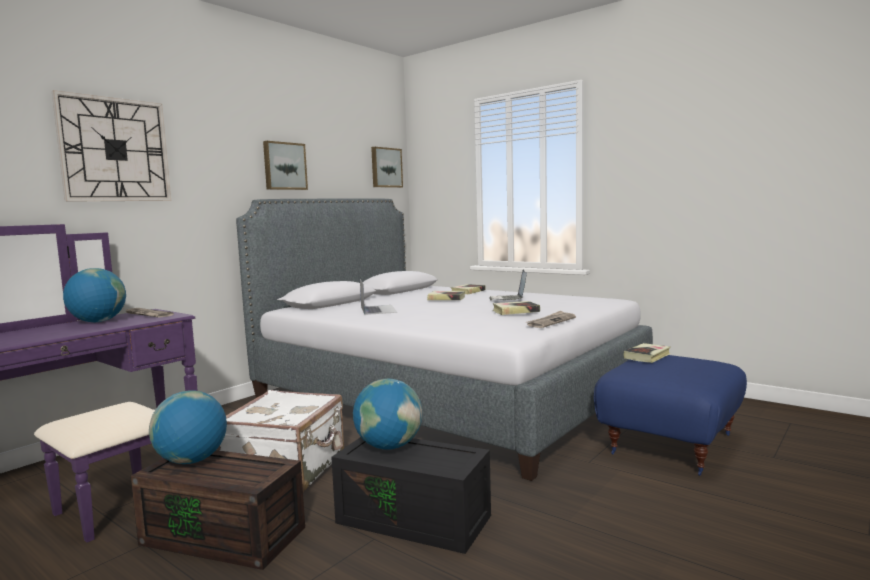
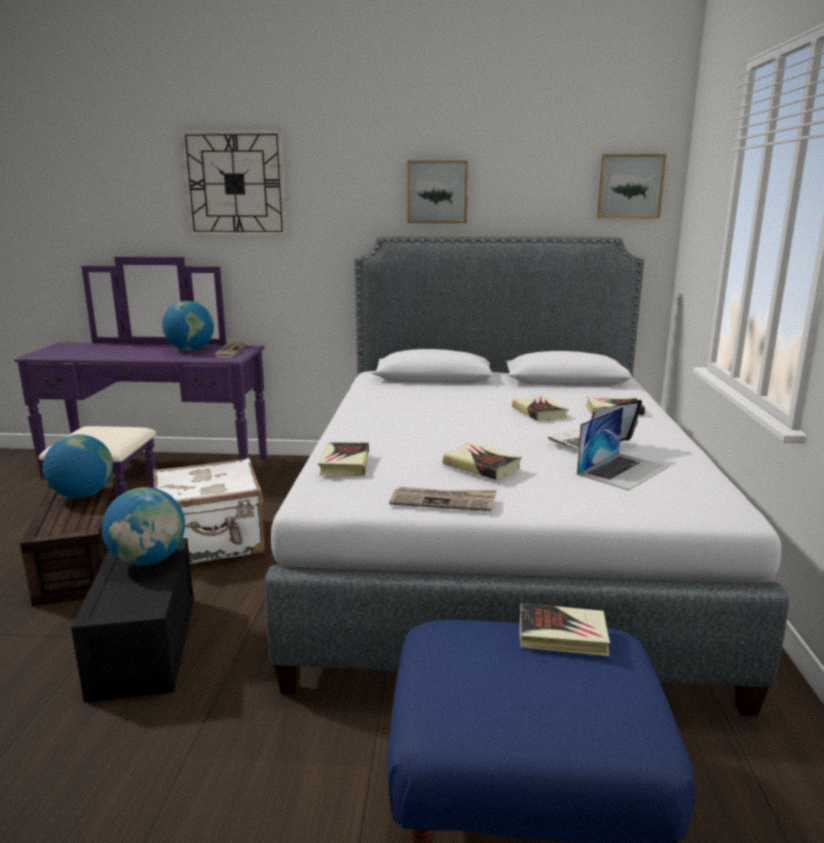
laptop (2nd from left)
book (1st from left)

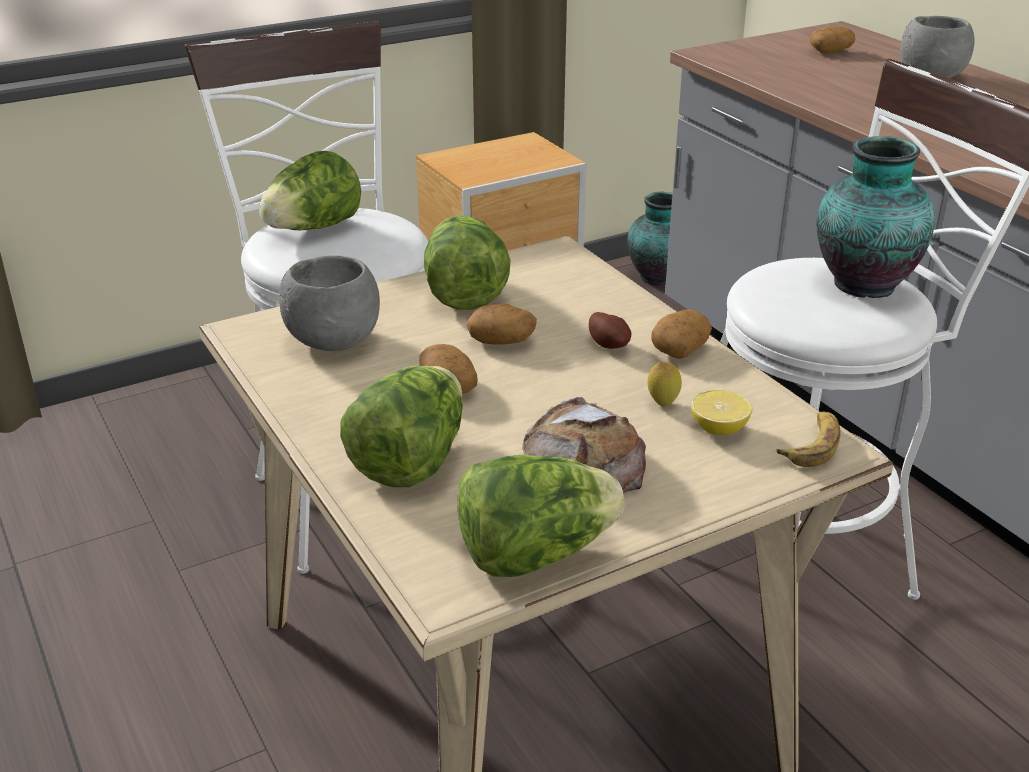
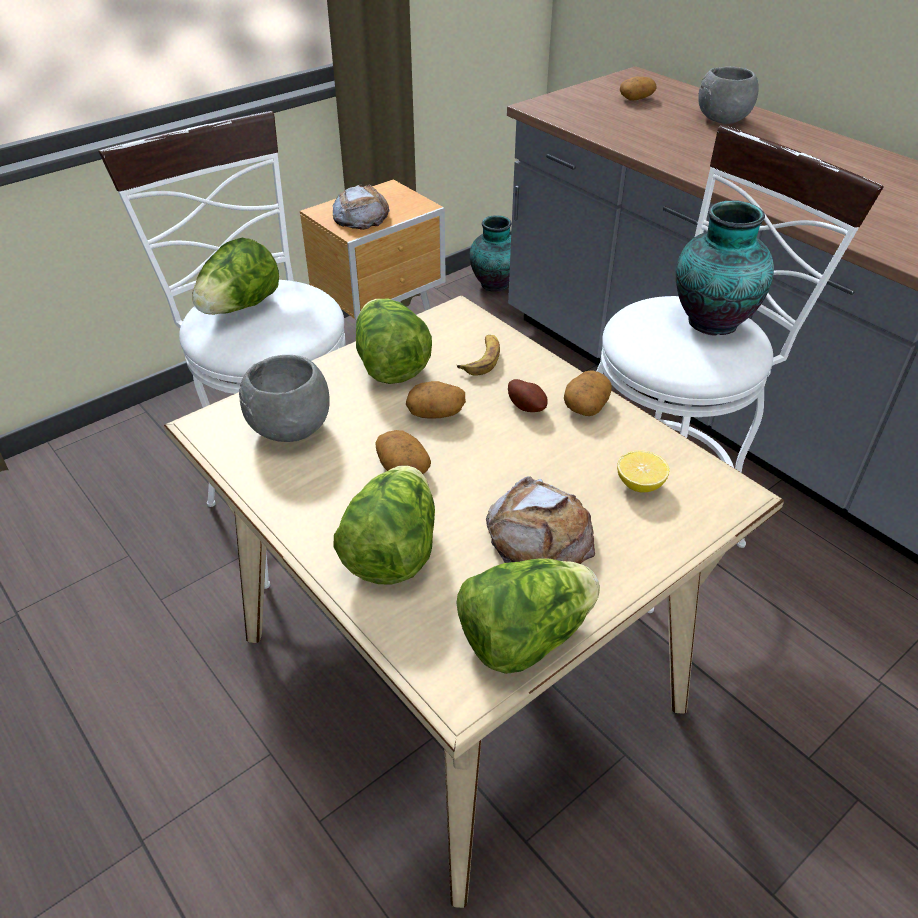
lemon (1st from left in the first image)
banana
bread (1st from left)

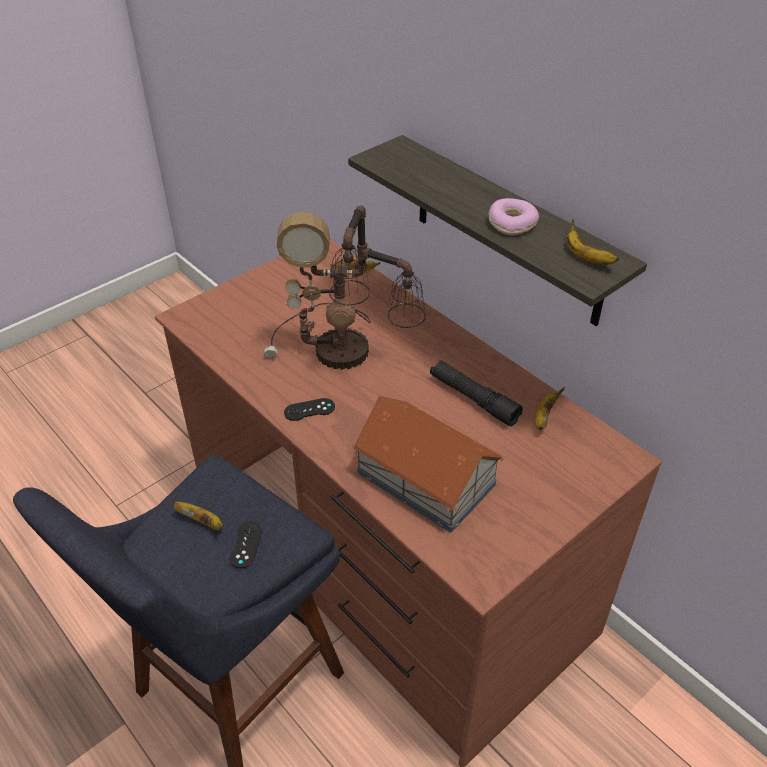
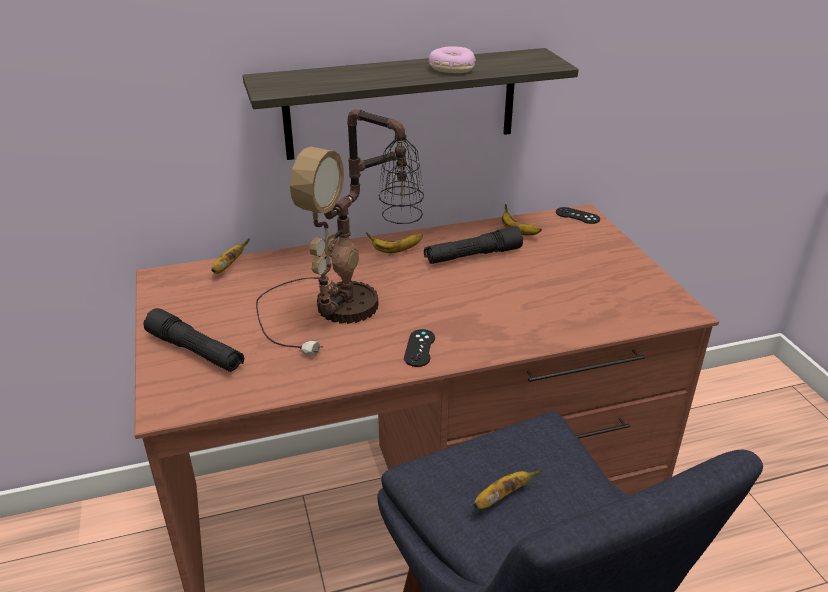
banana (2nd from left)
toy house
game controller (black) (2nd from left)
flashlight (black) (1st from left)

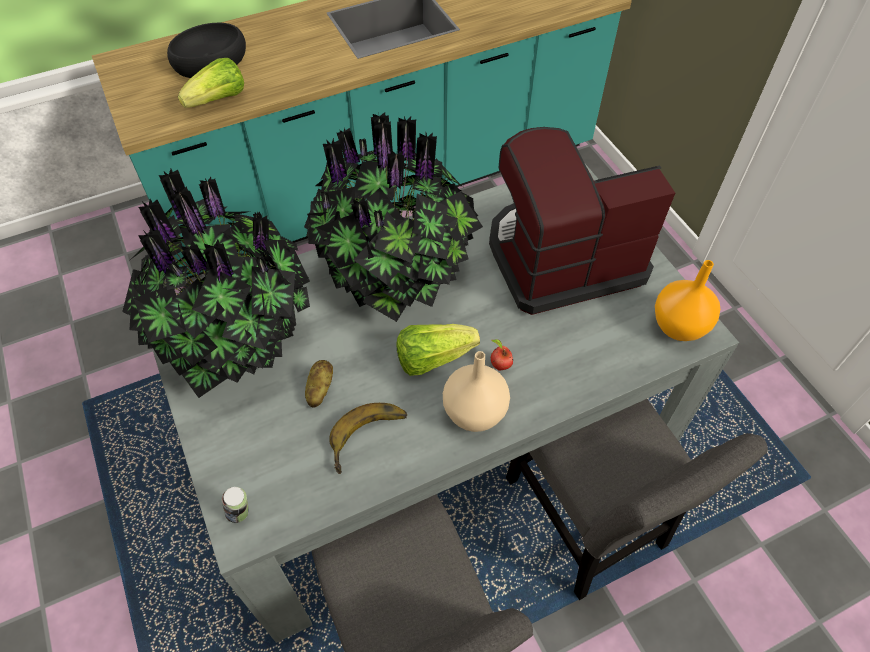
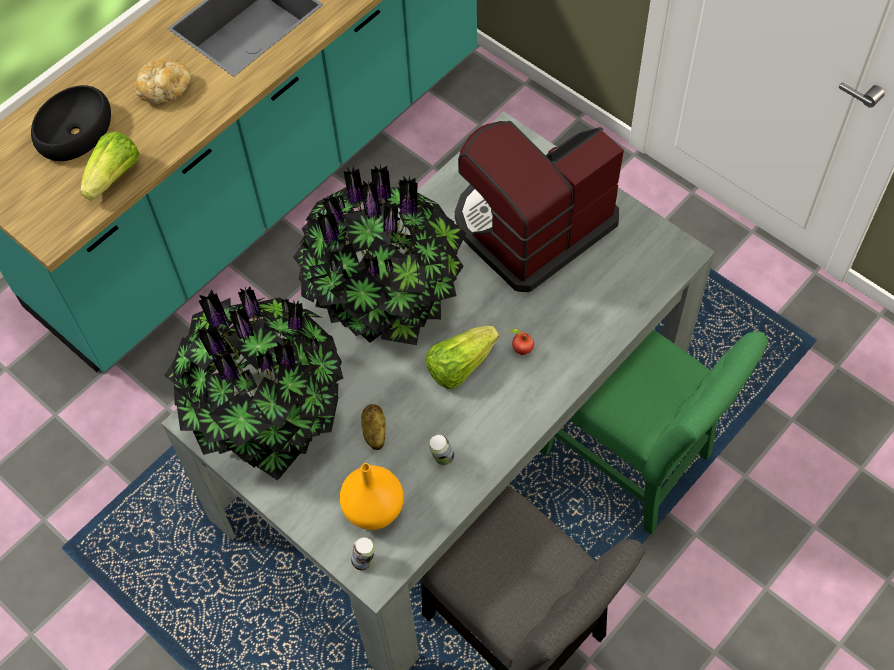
vase (orange)
vase (beige)
chair (green)
can (2nd from left)
bread

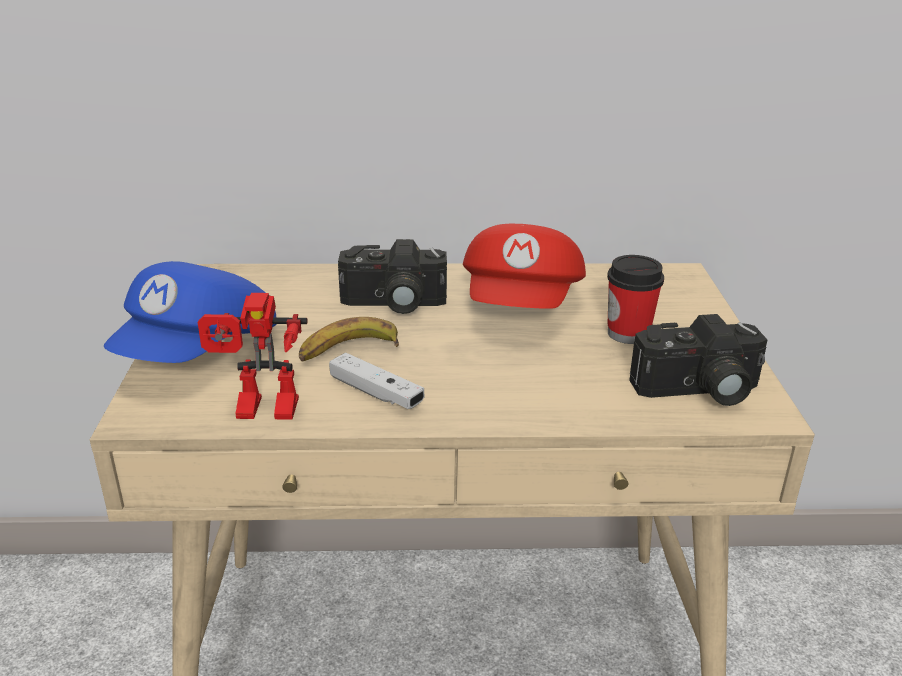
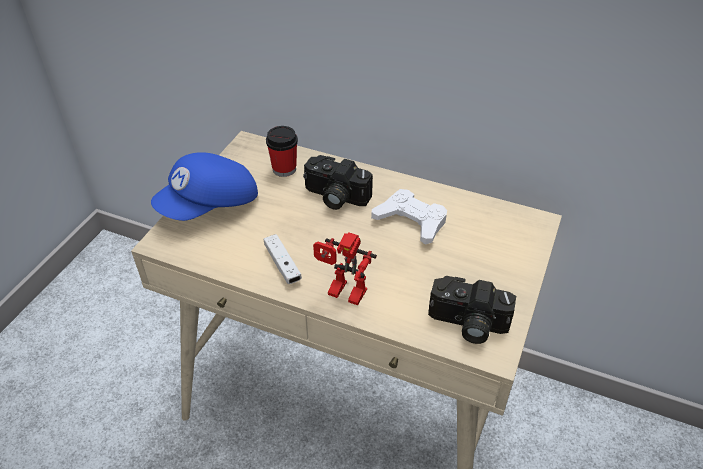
game controller (white) (2nd from left)
cup
toy robot
banana

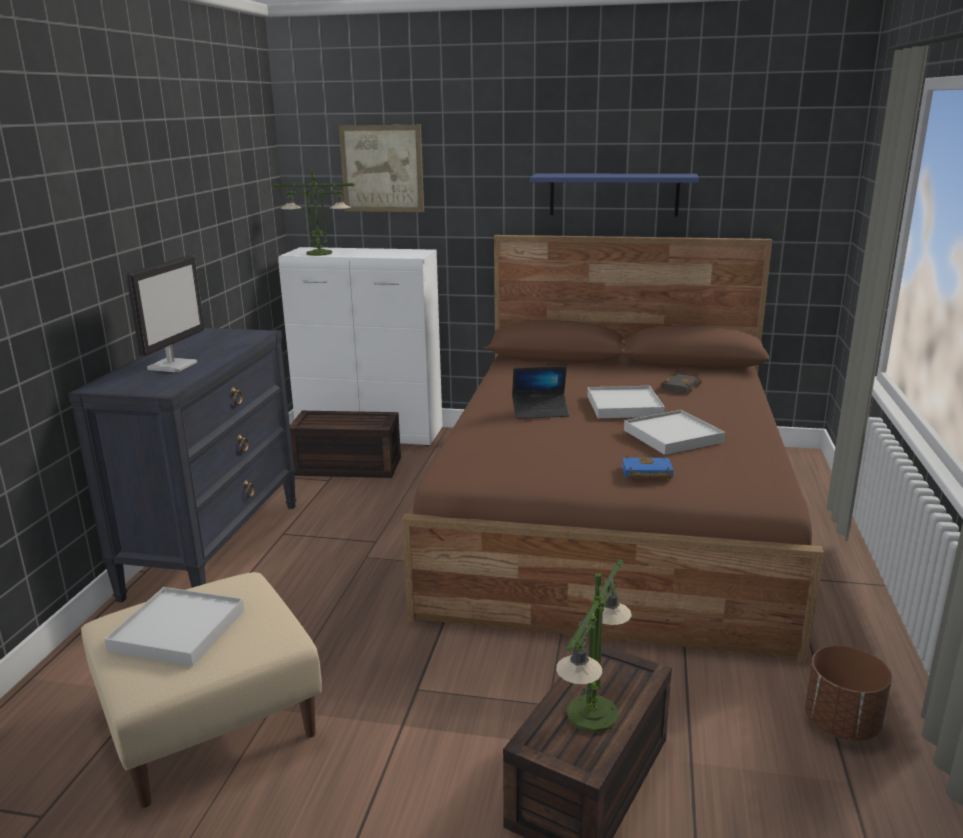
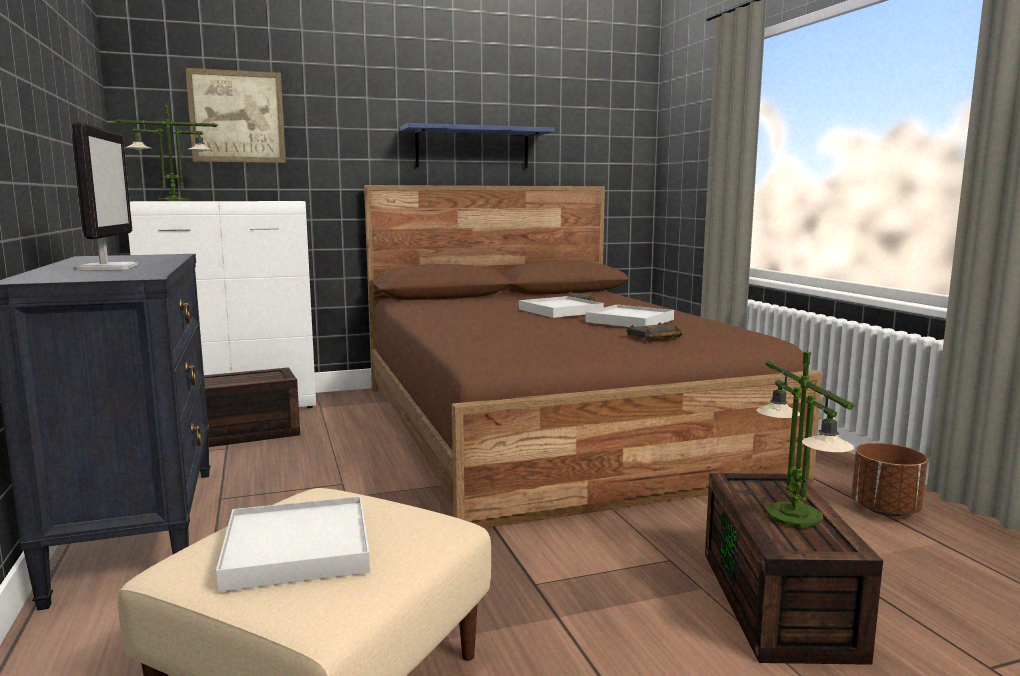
laptop
book (black) (2nd from left)

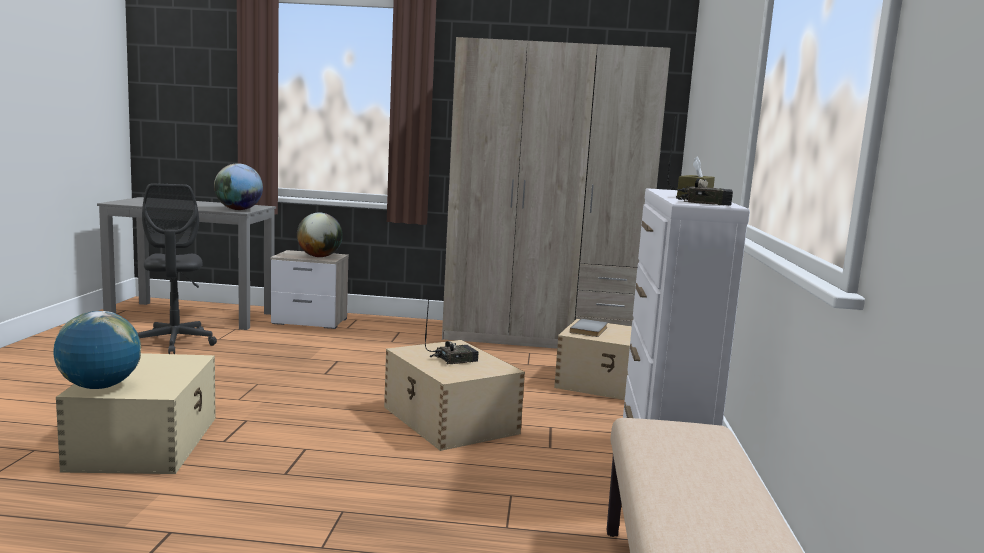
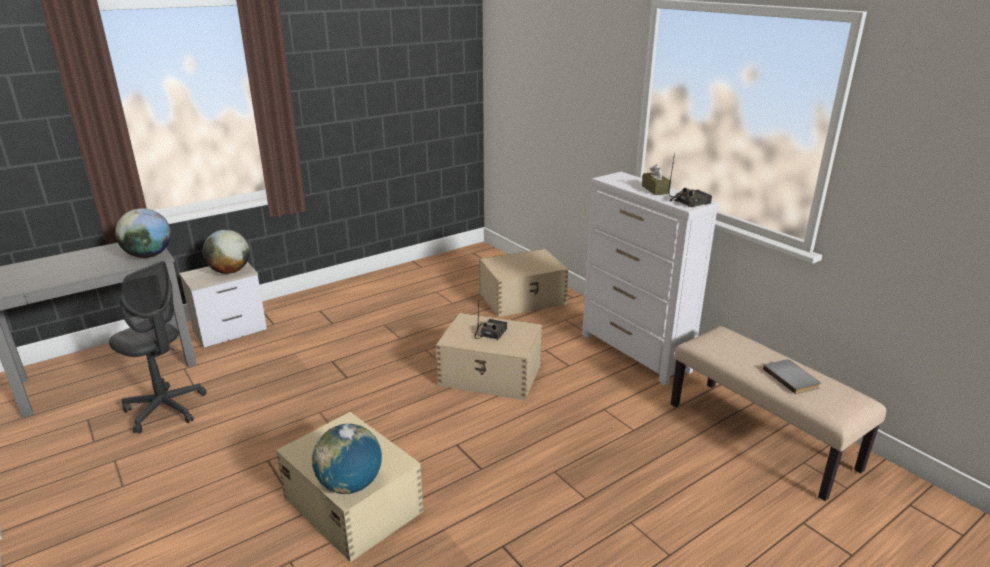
wardrobe (beige)
book (grey)

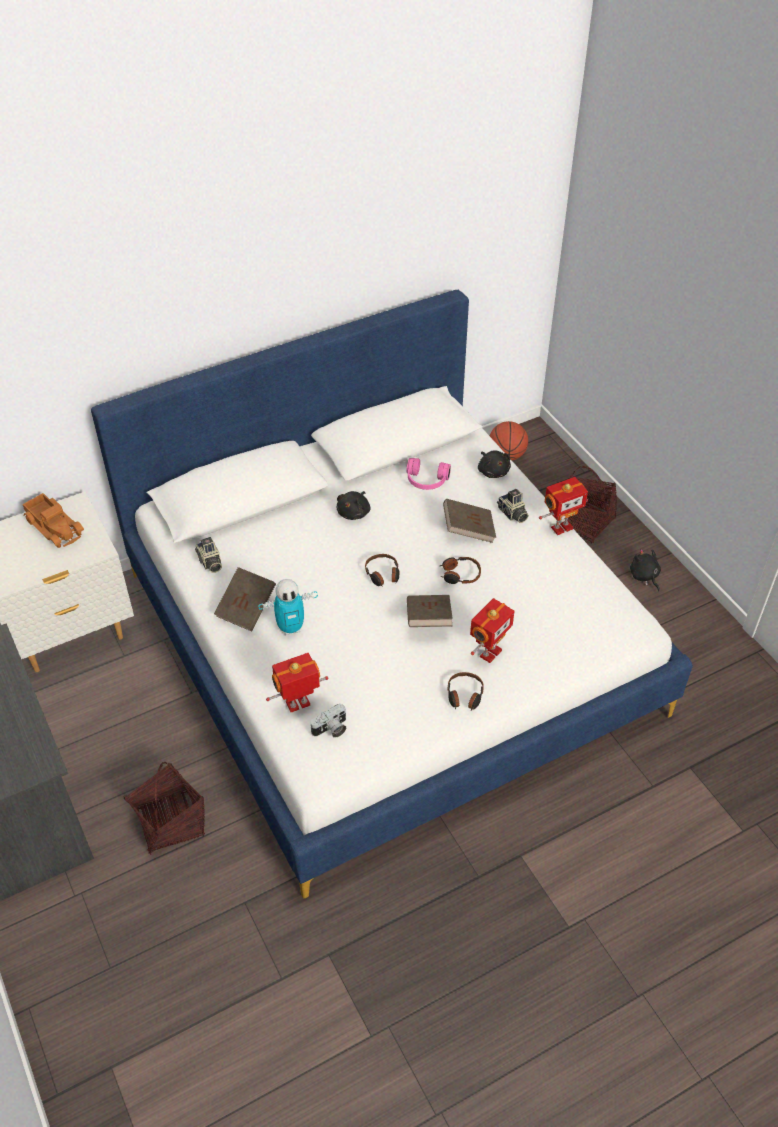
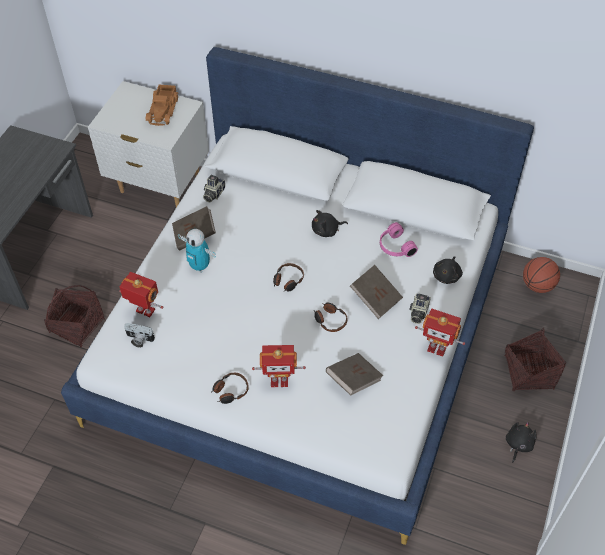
book (brown) (2nd from left)

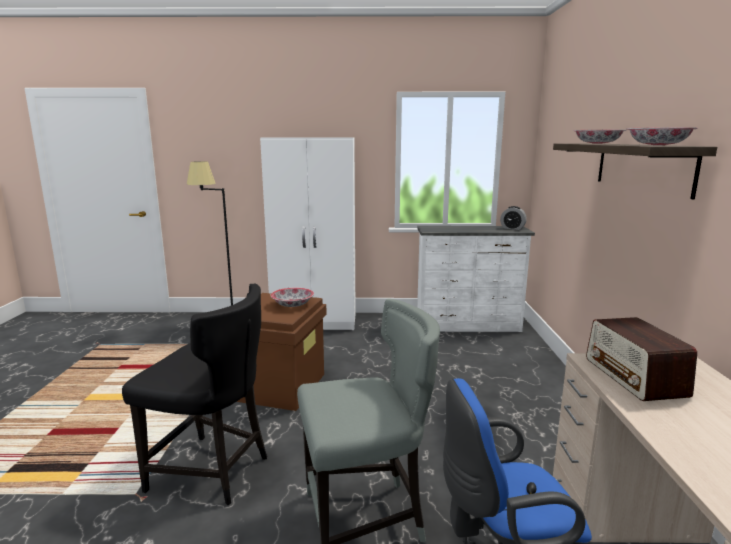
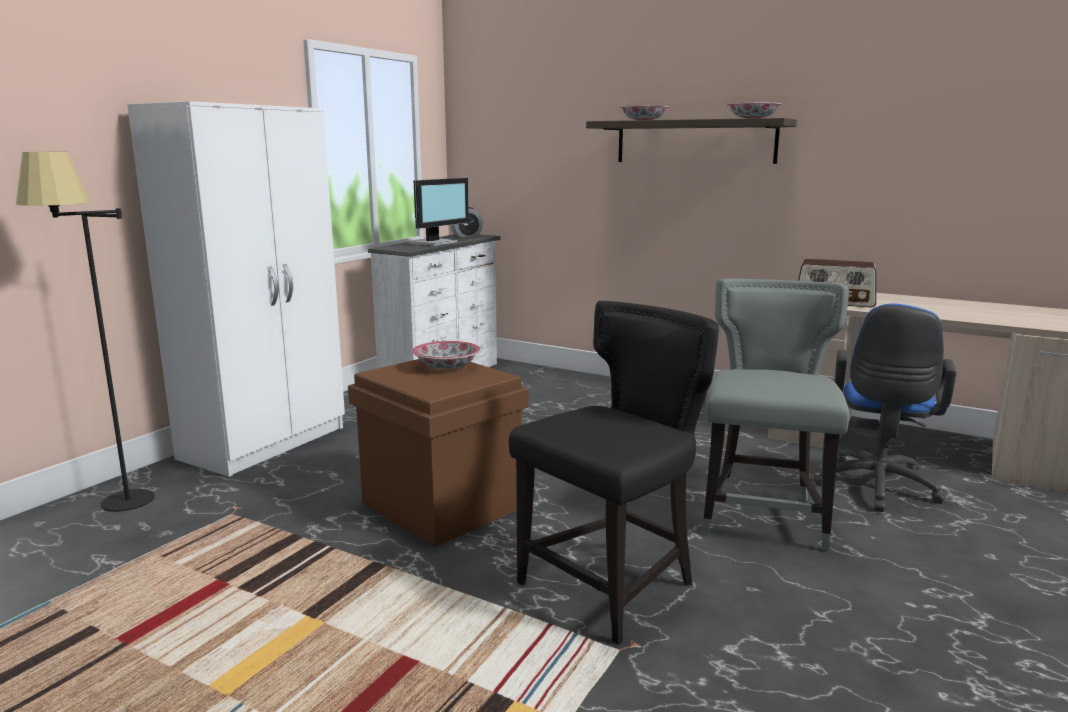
monitor

